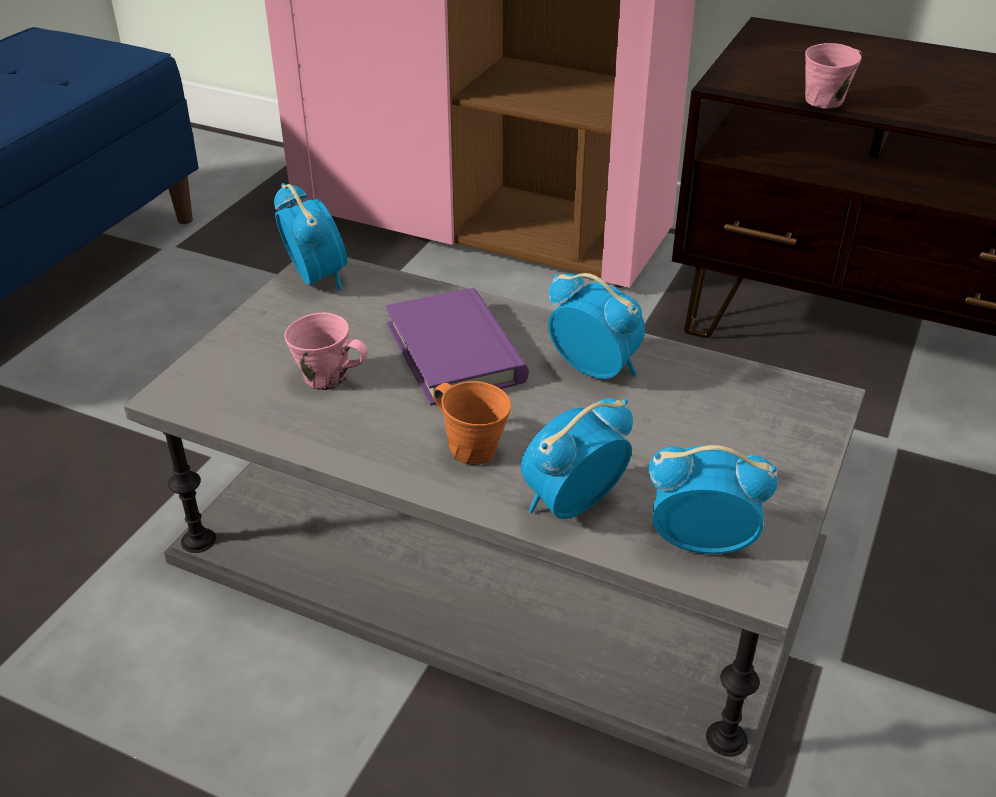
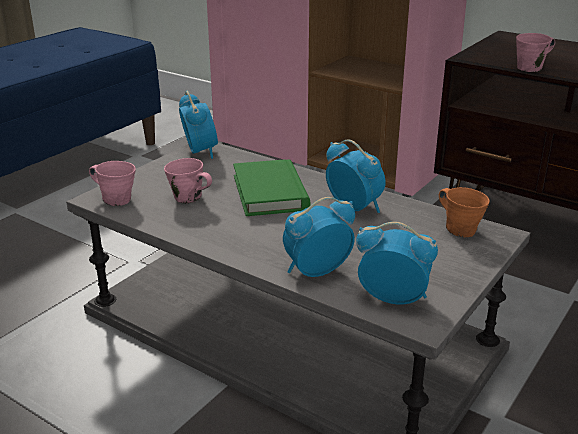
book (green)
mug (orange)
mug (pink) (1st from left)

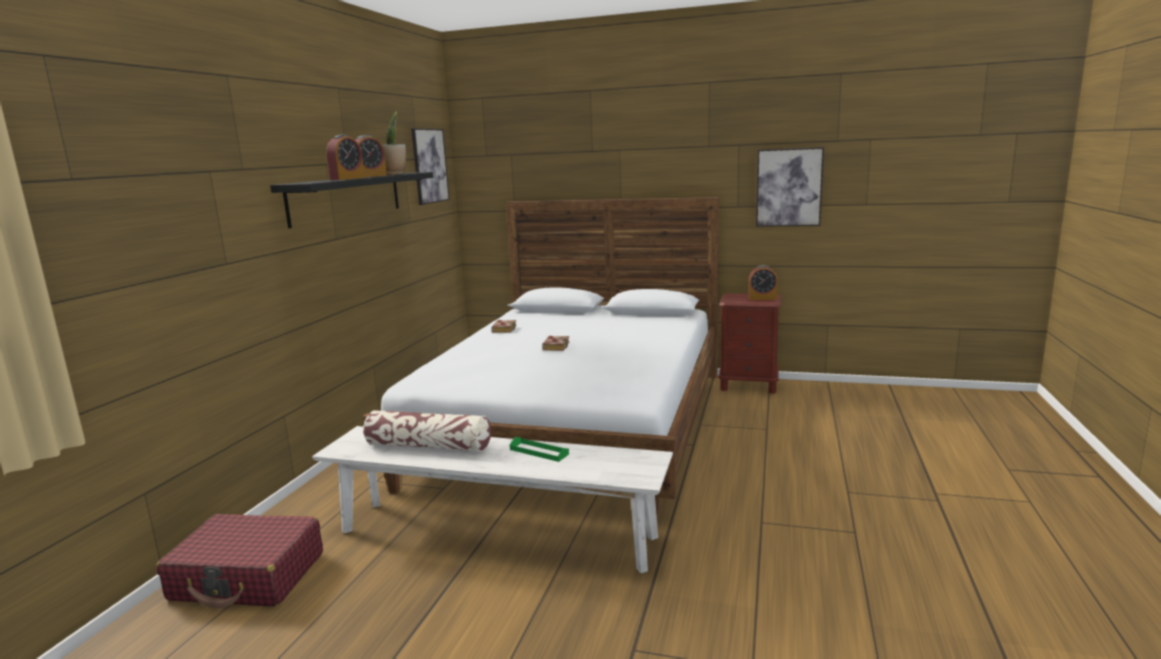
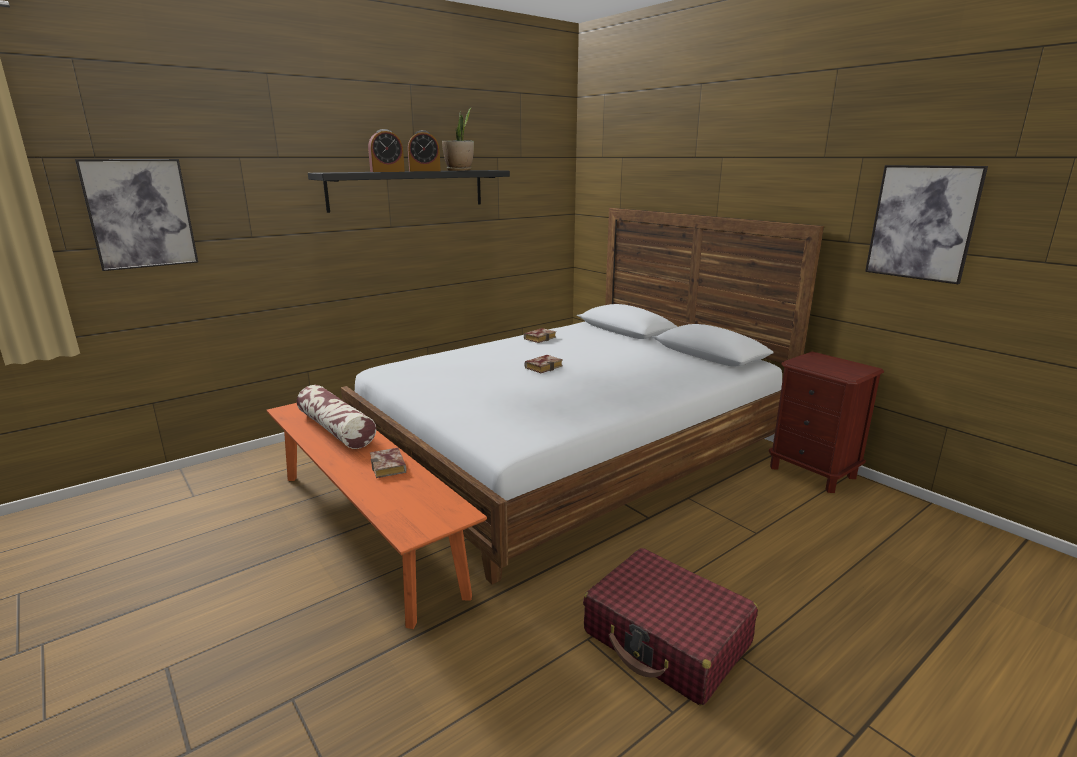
picture (1st from left)
alarm clock (3rd from left in the first image)
bench (orange)
book (1st from left)
suitcase (red)

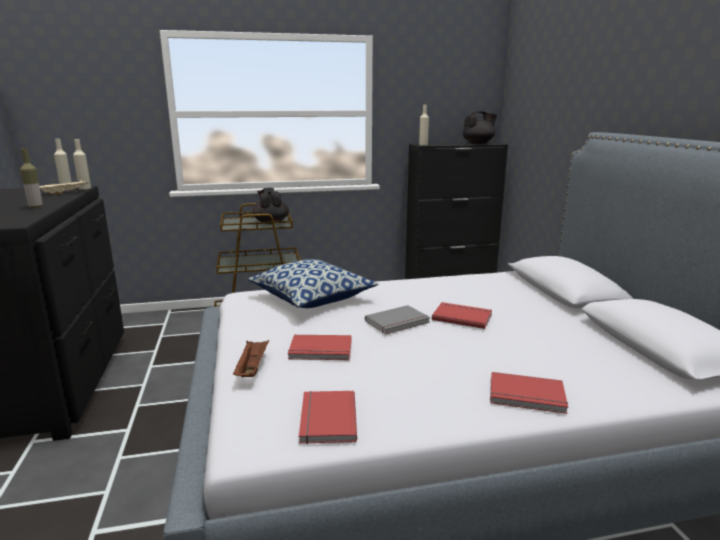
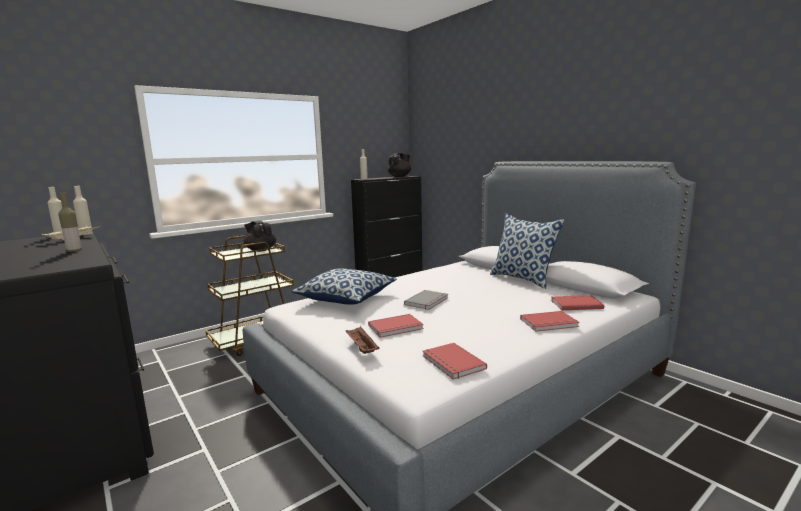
book (red) (4th from left)
pillow (2nd from left)

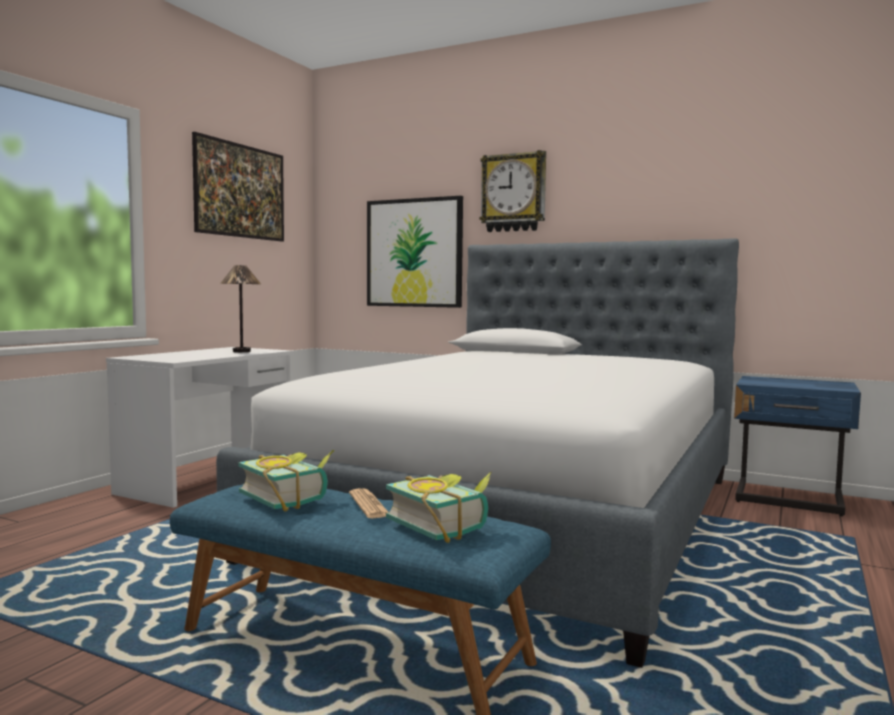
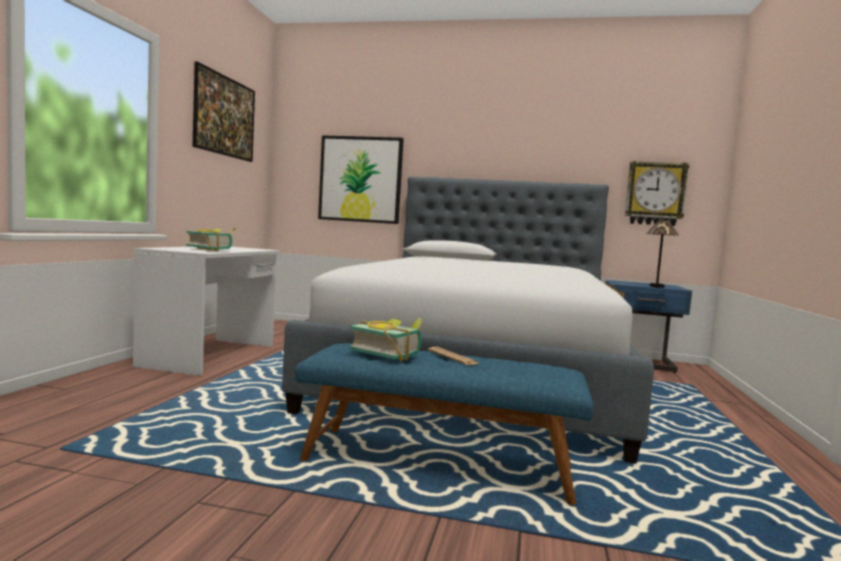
wall clock
table lamp
book (1st from left)

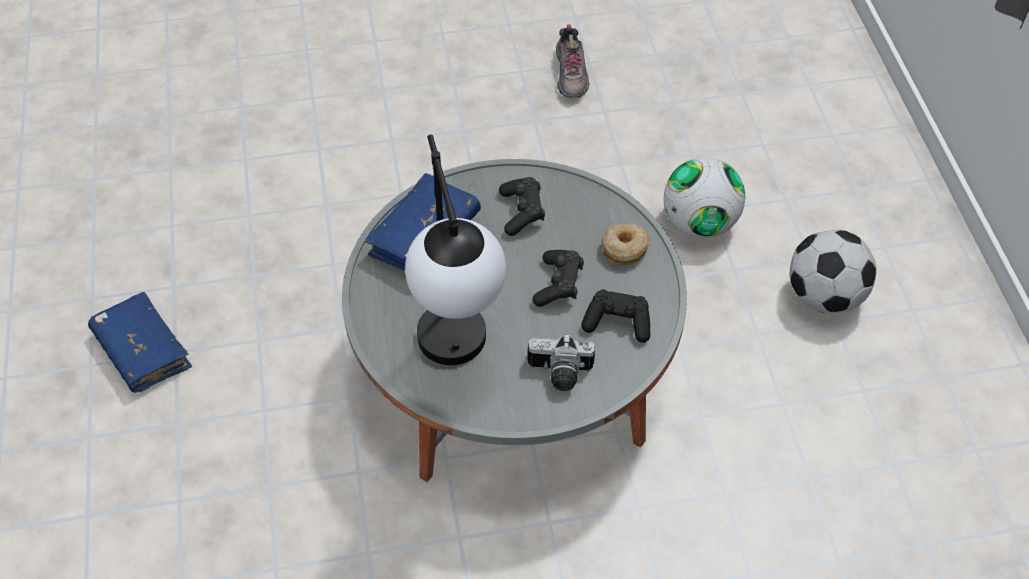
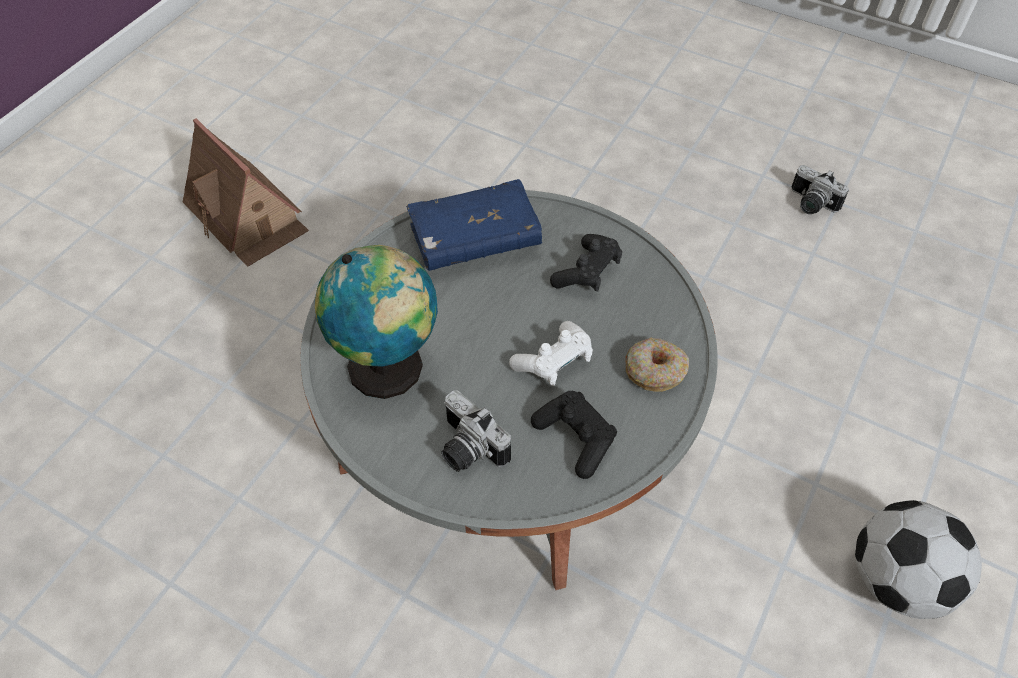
photo camera (2nd from left)
globe
football (1st from left in the first image)
game controller (white)
toy house

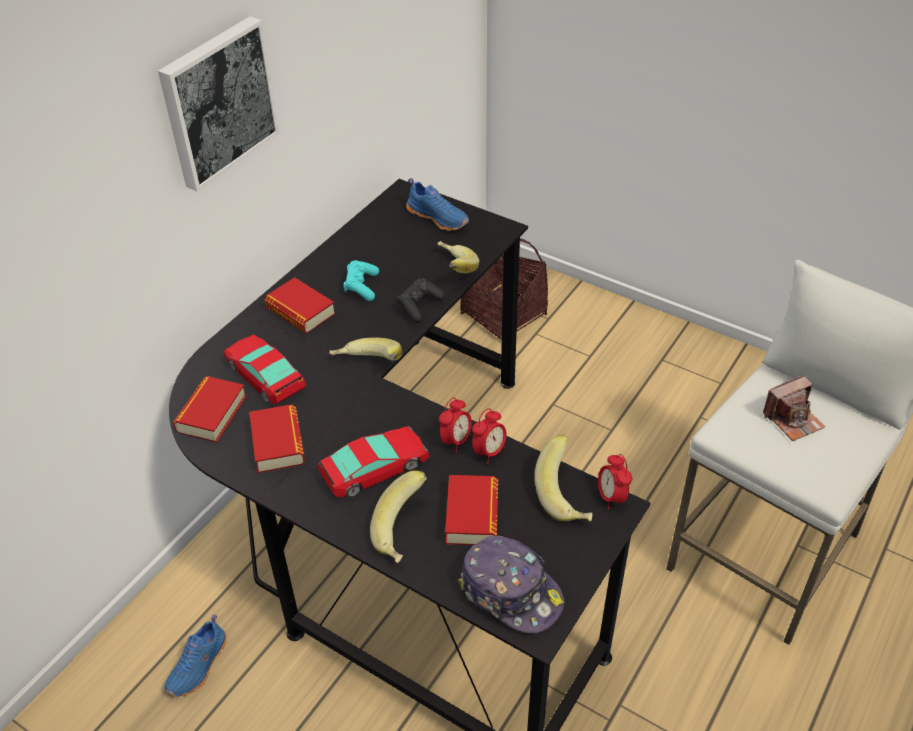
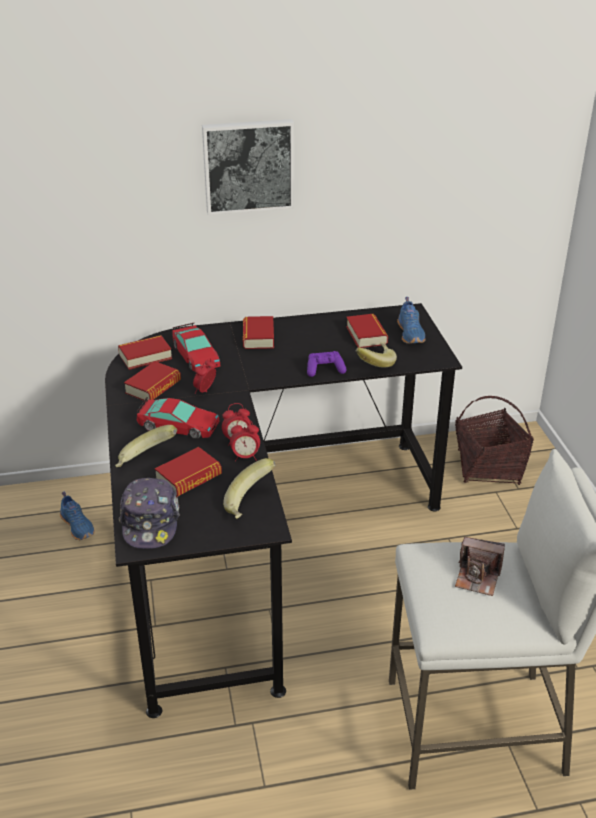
game controller (turquoise)
game controller (purple)
toy car (2nd from left)
banana (1st from left in the first image)
alarm clock (1st from left)
shoe (blue) (1st from left)
book (5th from left)

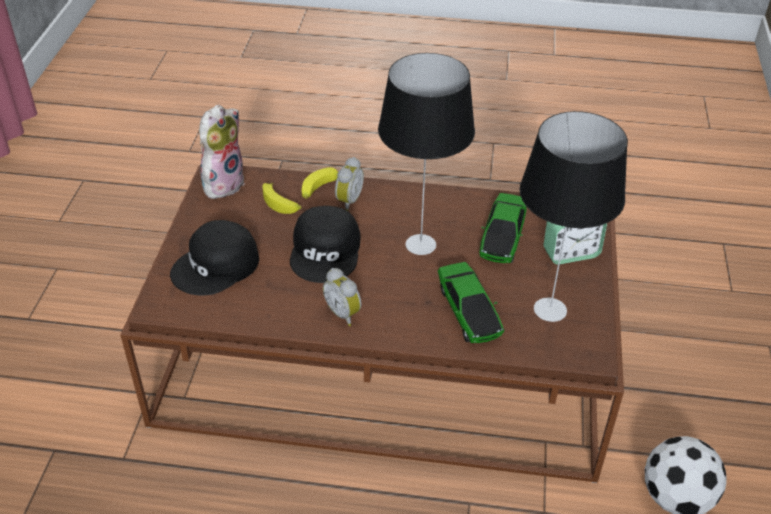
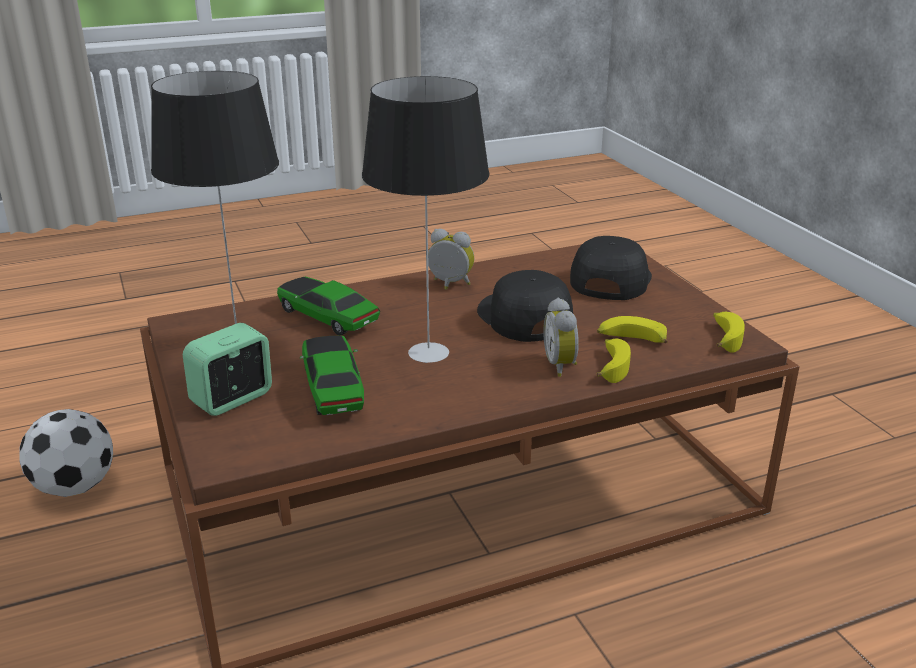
banana (3rd from left)

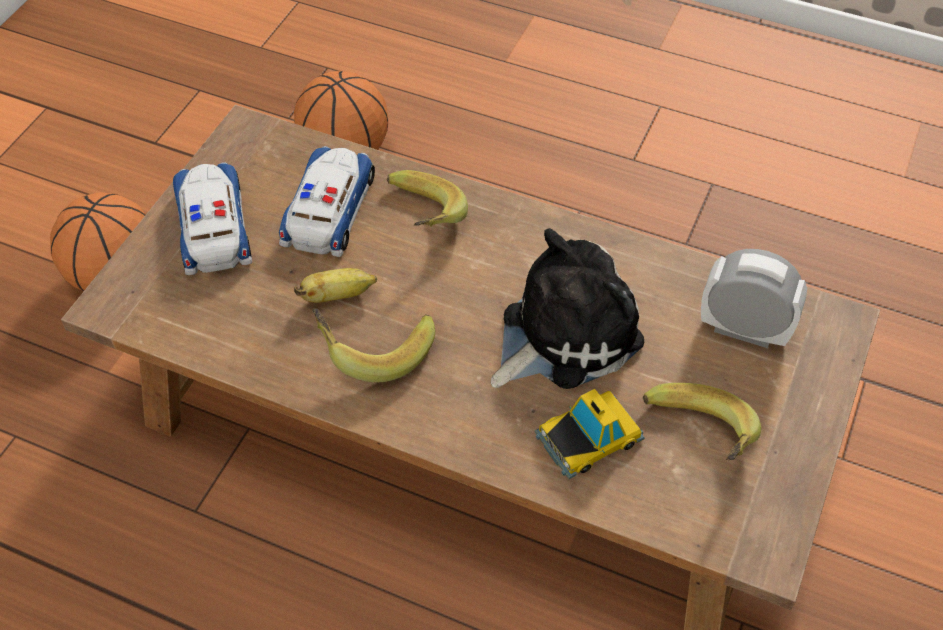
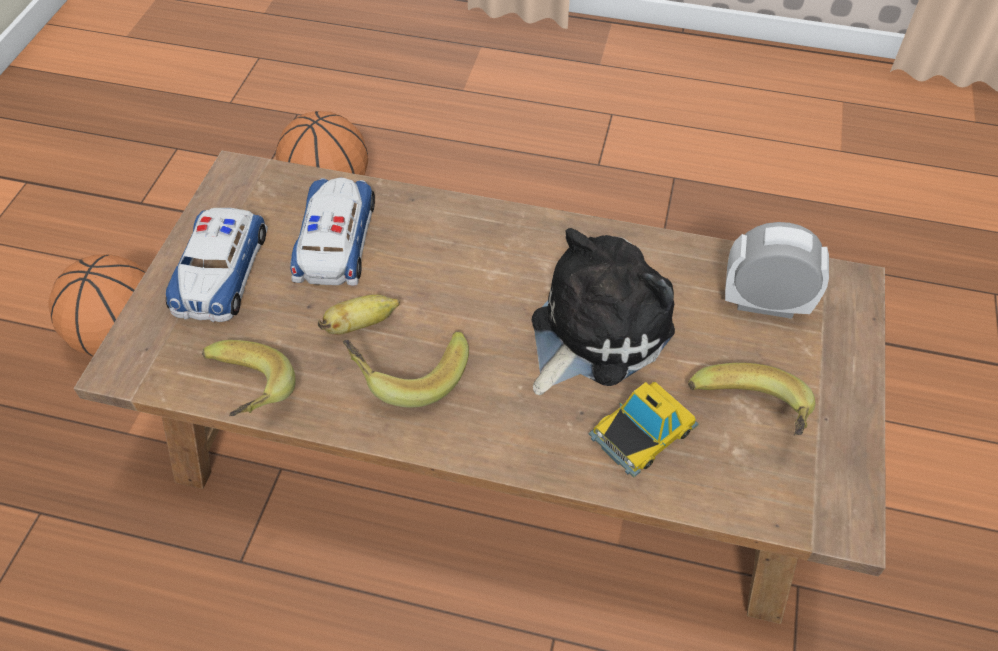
toy car (1st from left)
banana (1st from left)

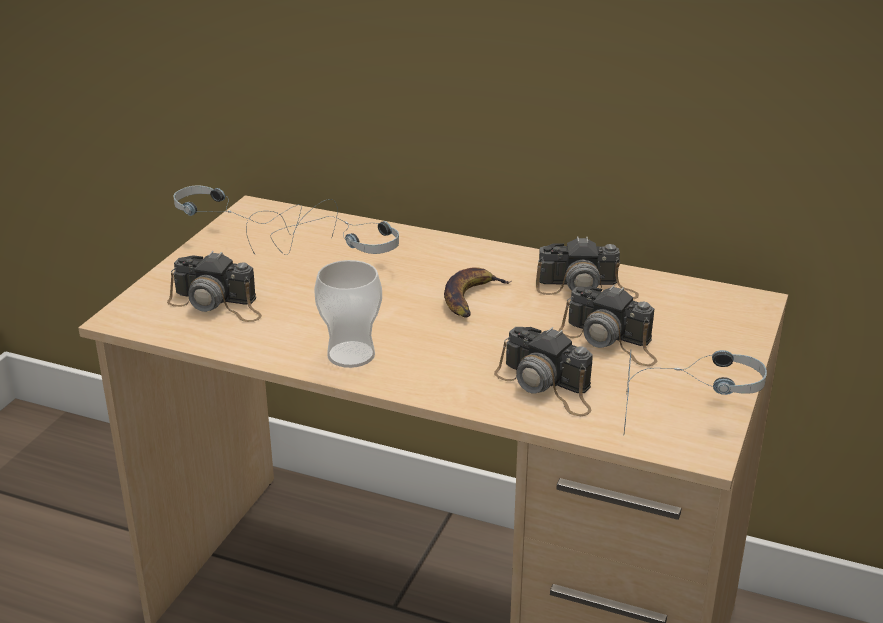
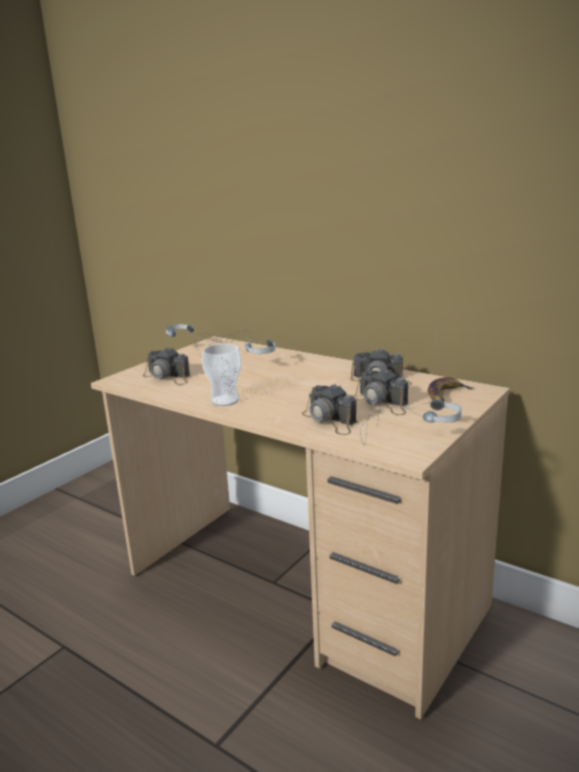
banana

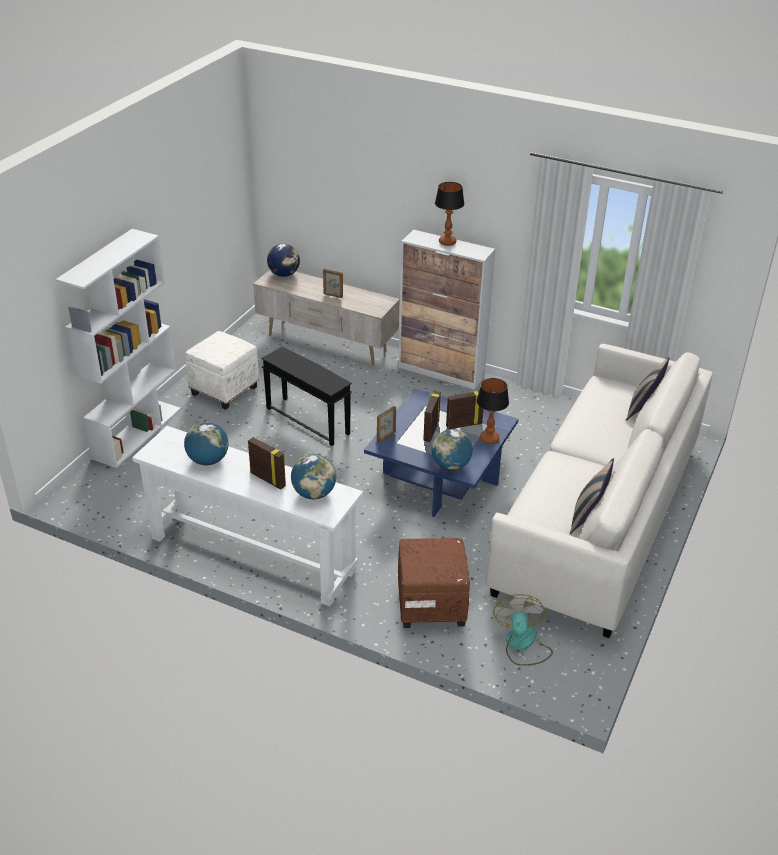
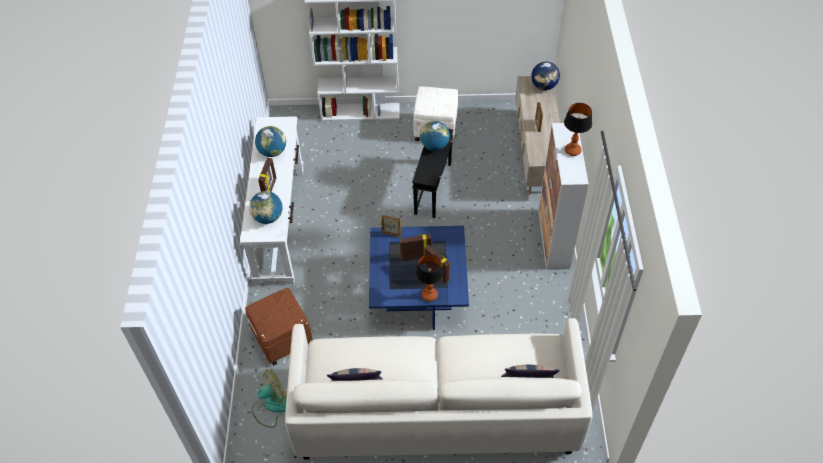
globe (3rd from left)

